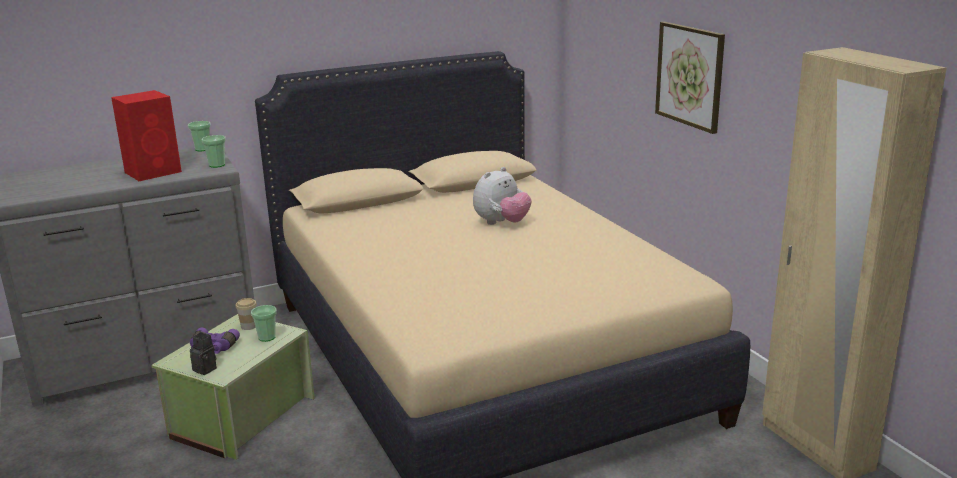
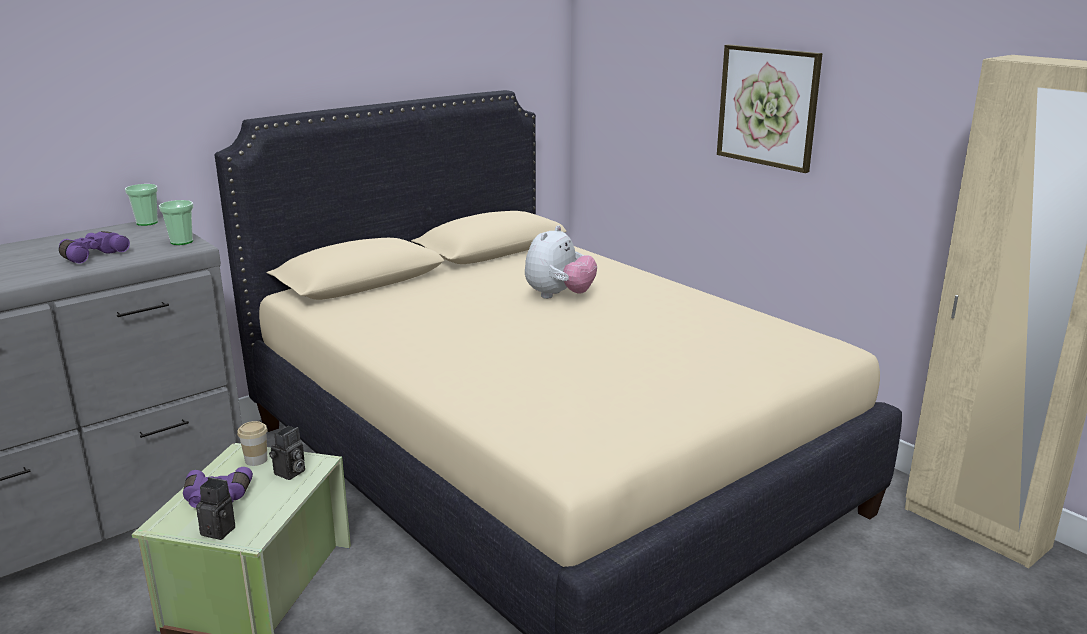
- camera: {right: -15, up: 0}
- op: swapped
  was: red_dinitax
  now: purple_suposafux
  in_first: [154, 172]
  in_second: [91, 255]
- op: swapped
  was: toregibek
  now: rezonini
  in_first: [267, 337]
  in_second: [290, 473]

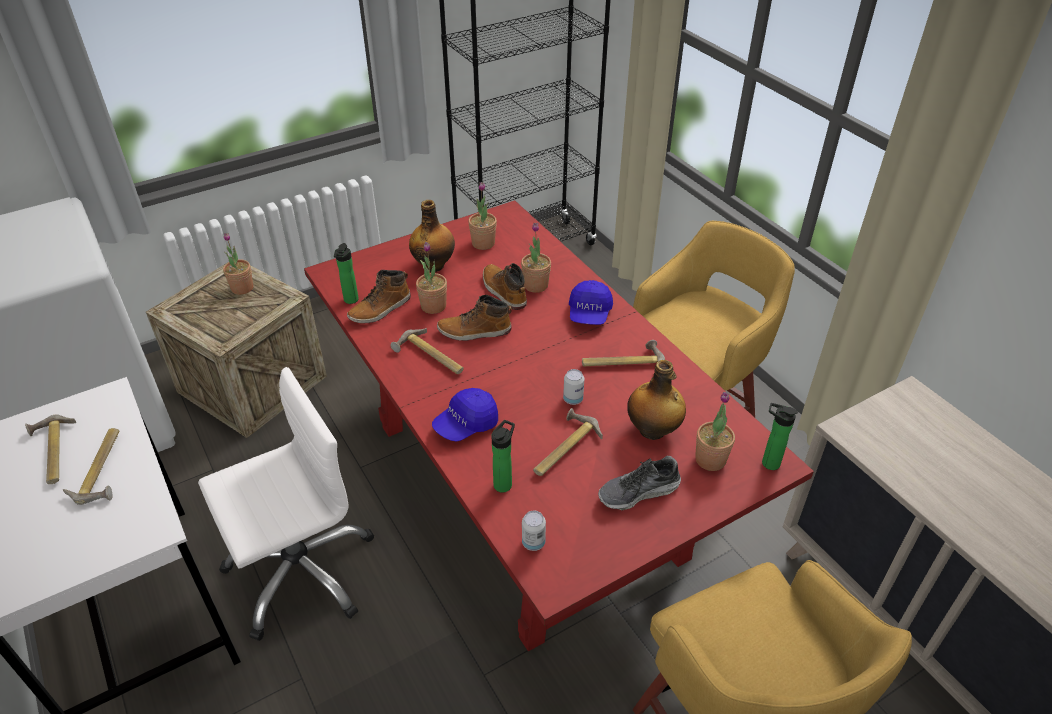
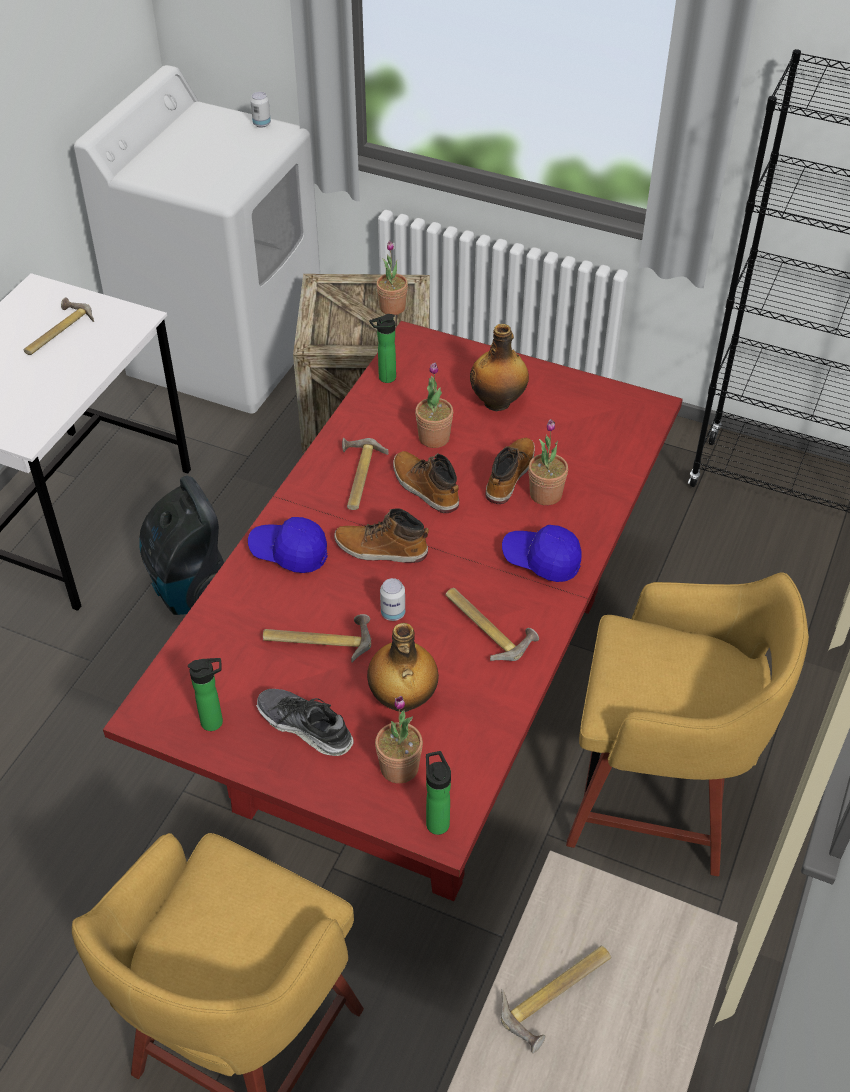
- camera: {right: 55, up: 5}
- op: shifted
  was: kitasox
  in_first: [104, 469]
  in_second: [559, 996]
- op: swapped
  was: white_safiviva
  now: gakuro
  in_first: [300, 571]
  in_second: [191, 589]
- op: shifted
  was: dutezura
  in_first: [380, 309]
  in_second: [381, 550]
- op: gone
  was: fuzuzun
  in_first: [483, 243]
- op: shifted
  was: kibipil
  in_first: [504, 483]
  in_second: [215, 722]
- op: shifted
  was: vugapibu
  in_first: [533, 543]
  in_second: [261, 124]
- op: rotated
  was: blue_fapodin
  in_first: [589, 314]
  in_second: [541, 561]
  clockwise: 45

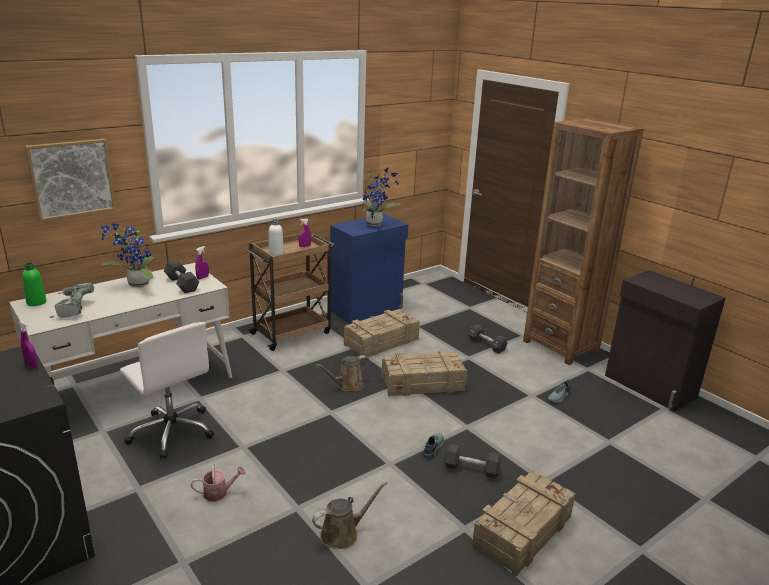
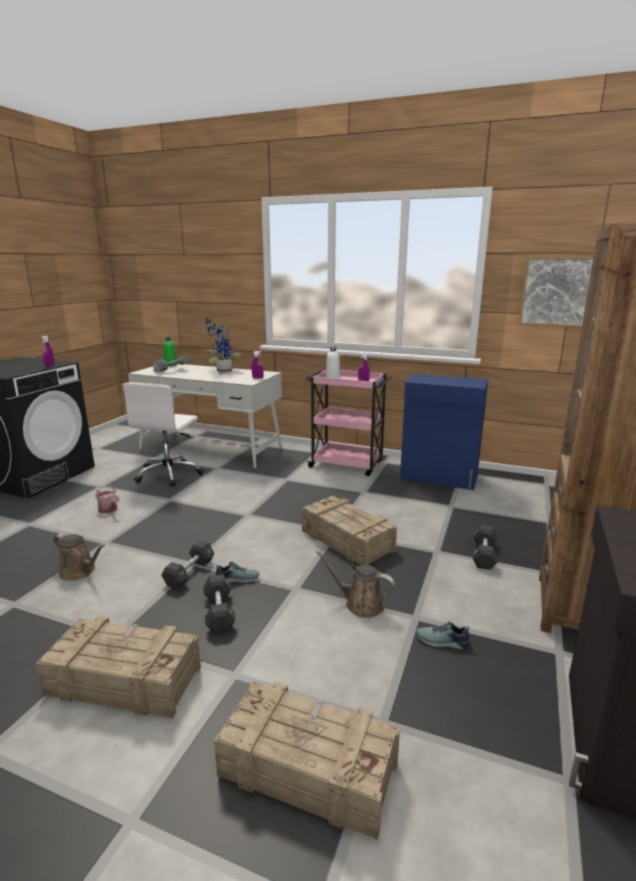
- camera: {right: 60, up: -5}
- op: shifted
  was: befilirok
  in_first: [72, 179]
  in_second: [557, 291]
- op: shifted
  was: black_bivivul
  in_first: [182, 284]
  in_second: [189, 573]
- op: repainted
  was: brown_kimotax
  now: pink_kimotax
  in_first: [292, 333]
  in_second: [347, 464]
- op: shifted
  was: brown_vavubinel
  in_first: [347, 385]
  in_second: [360, 604]
- op: shifted
  was: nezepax
  in_first: [380, 342]
  in_second: [307, 768]
- op: gone
  was: fuzuzun
  in_first: [376, 224]

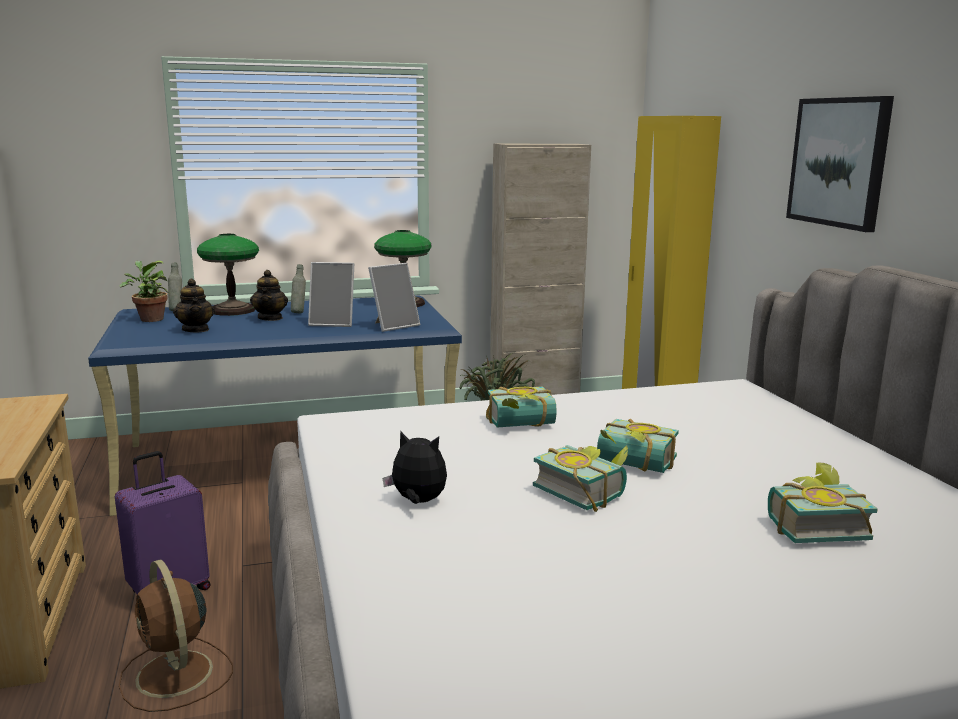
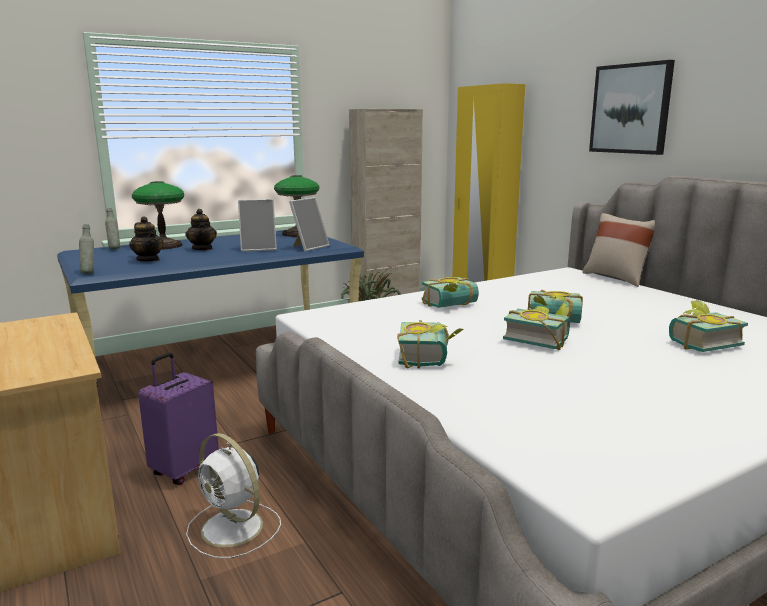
- camera: {right: -15, up: 0}
- op: repainted
  was: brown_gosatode
  now: white_gosatode
  in_first: [175, 676]
  in_second: [234, 529]
- op: gone
  was: fuzuzun
  in_first: [150, 319]
- op: shifted
  was: grey_kibipil
  in_first: [299, 312]
  in_second: [89, 273]
- op: swapped
  was: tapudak
  now: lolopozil
  in_first: [418, 502]
  in_second: [429, 358]
- op: new
  now: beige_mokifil
  in_second: [617, 278]

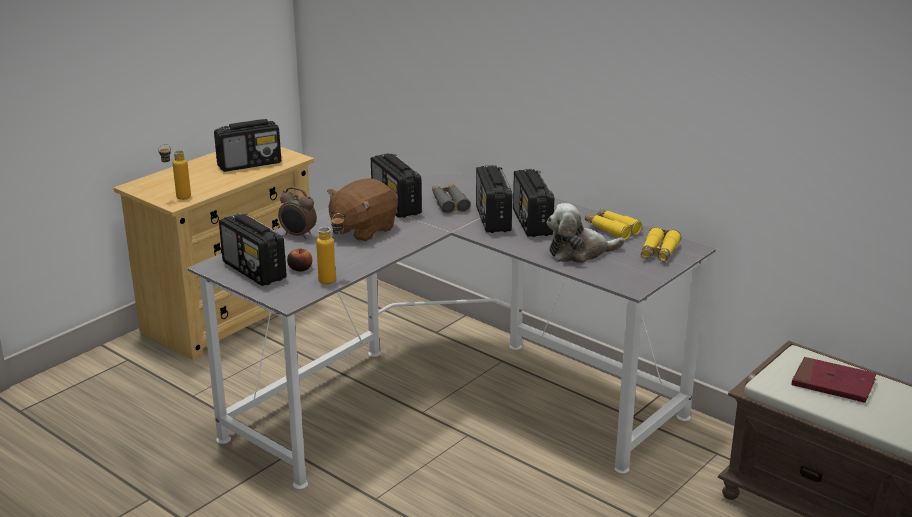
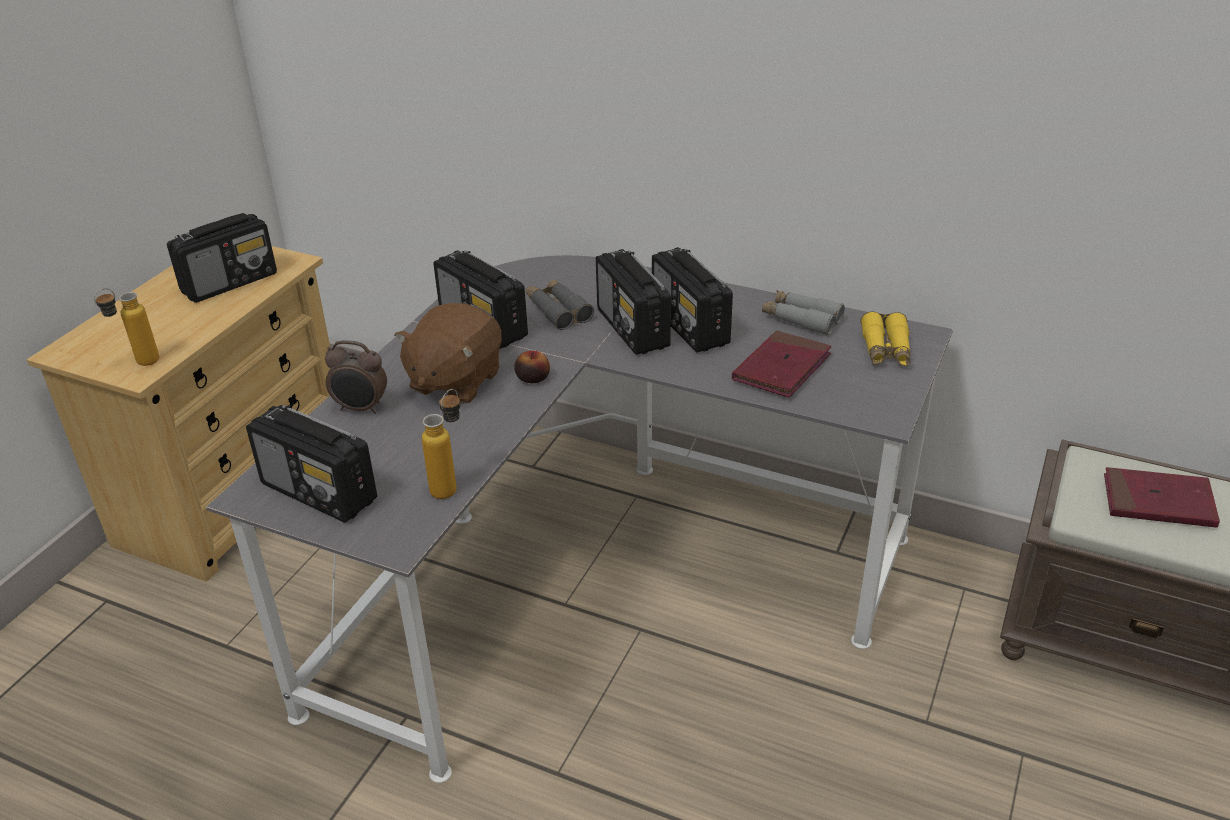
- camera: {right: -15, up: 10}
- op: shifted
  was: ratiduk
  in_first: [300, 268]
  in_second: [533, 378]
- op: swapped
  was: tapudak
  now: red_lolopozil
  in_first: [579, 252]
  in_second: [782, 368]
- op: repainted
  was: yellow_suposafux
  now: grey_suposafux
  in_first: [611, 229]
  in_second: [801, 319]

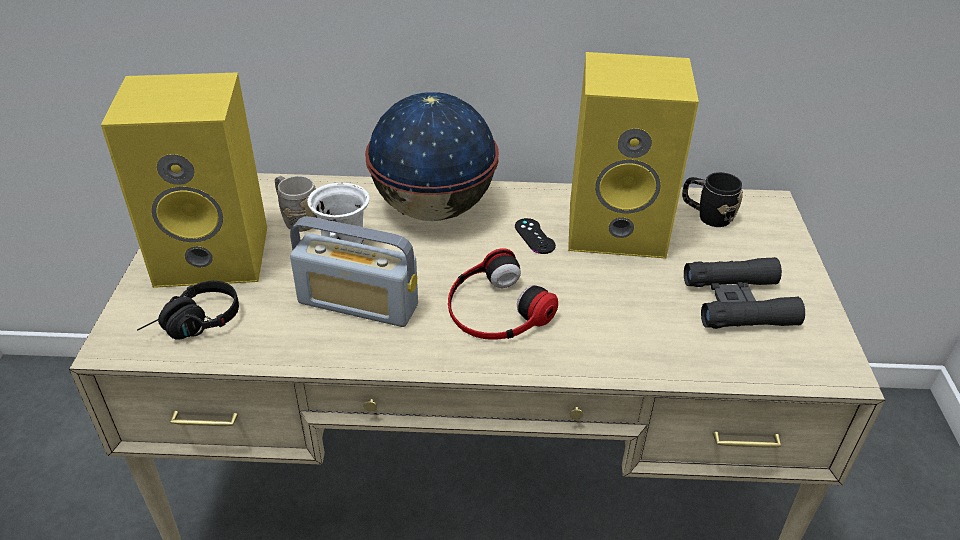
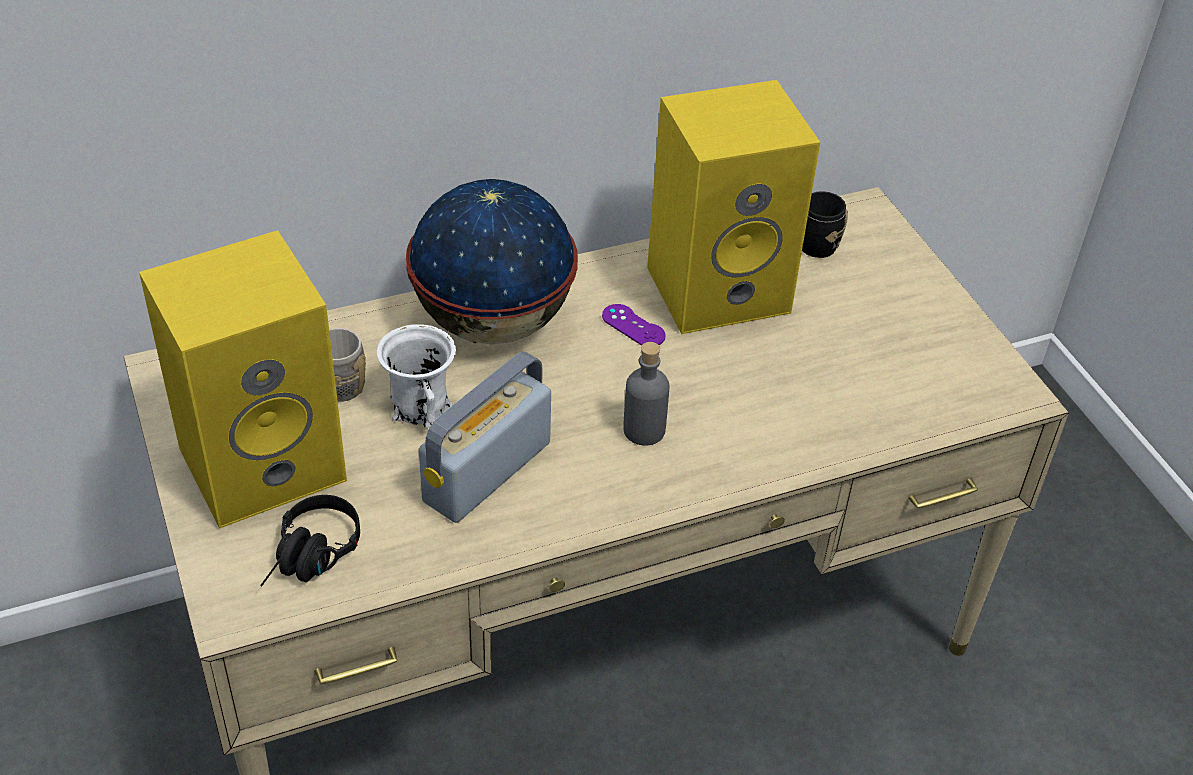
- camera: {right: -25, up: 5}
- op: rotated
  was: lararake
  in_first: [358, 304]
  in_second: [487, 472]
  clockwise: 135
- op: swapped
  was: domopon
  now: grey_kibipil
  in_first: [495, 308]
  in_second: [644, 430]
- op: repainted
  was: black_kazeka
  now: purple_kazeka
  in_first: [534, 236]
  in_second: [633, 326]
- op: gone
  was: black_suposafux
  in_first: [738, 302]

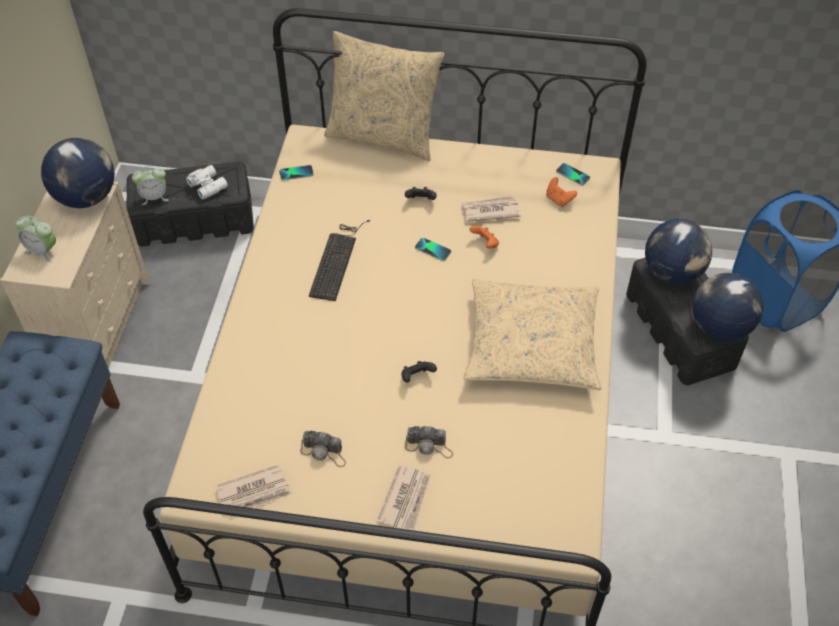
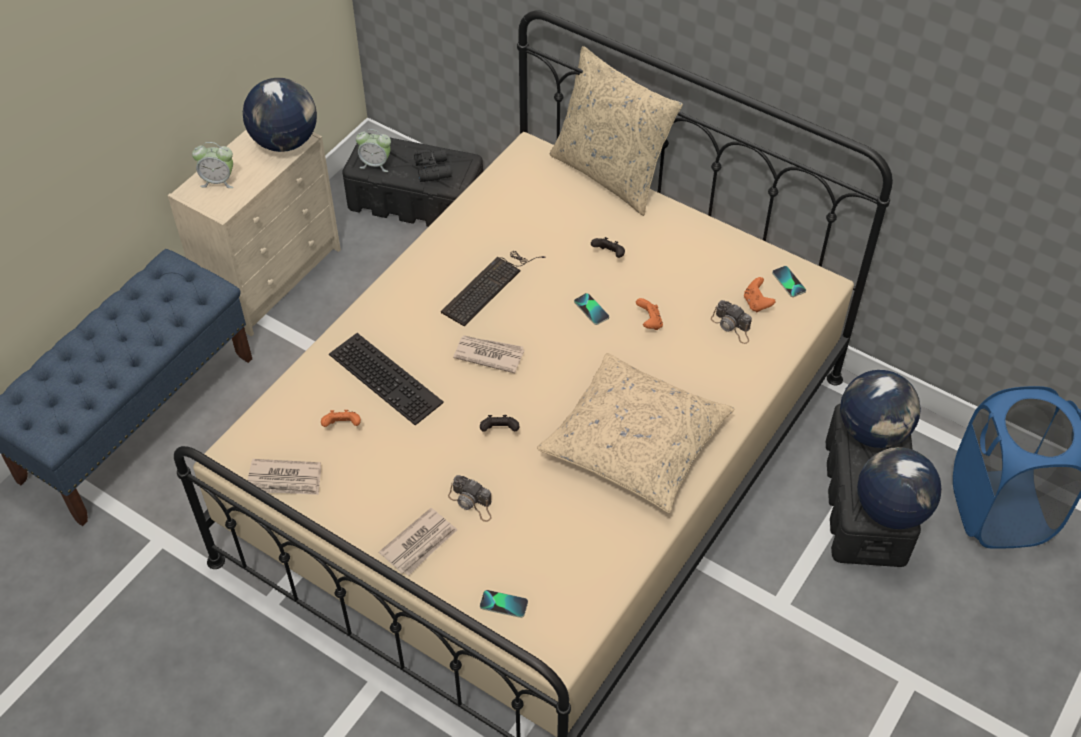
- camera: {right: 25, up: 0}
- op: rotated
  was: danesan
  in_first: [42, 251]
  in_second: [218, 181]
  clockwise: -45
- op: repainted
  was: white_suposafux
  now: black_suposafux
  in_first: [208, 185]
  in_second: [433, 169]
- op: shifted
  was: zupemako
  in_first: [296, 173]
  in_second: [504, 604]
- op: shifted
  was: rezonini
  in_first: [324, 453]
  in_second: [732, 326]
- op: shifted
  was: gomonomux
  in_first: [489, 211]
  in_second: [488, 354]
- op: new
  now: orange_kazeka
  in_second: [342, 426]
- op: new
  now: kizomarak
  in_second: [388, 377]

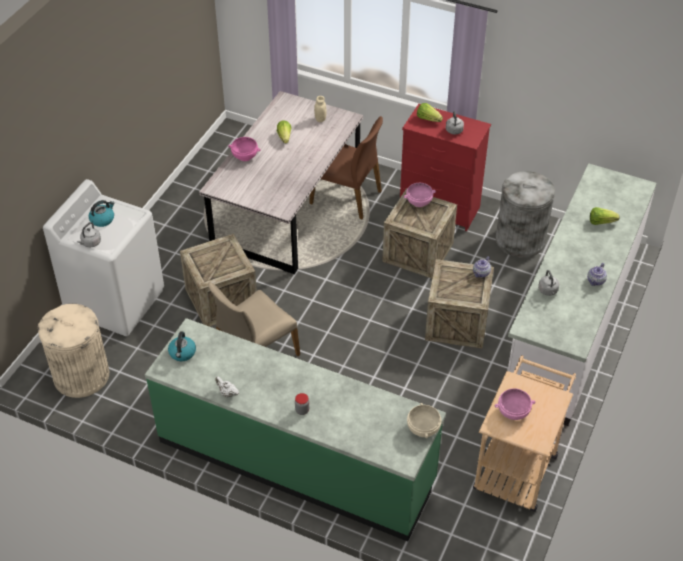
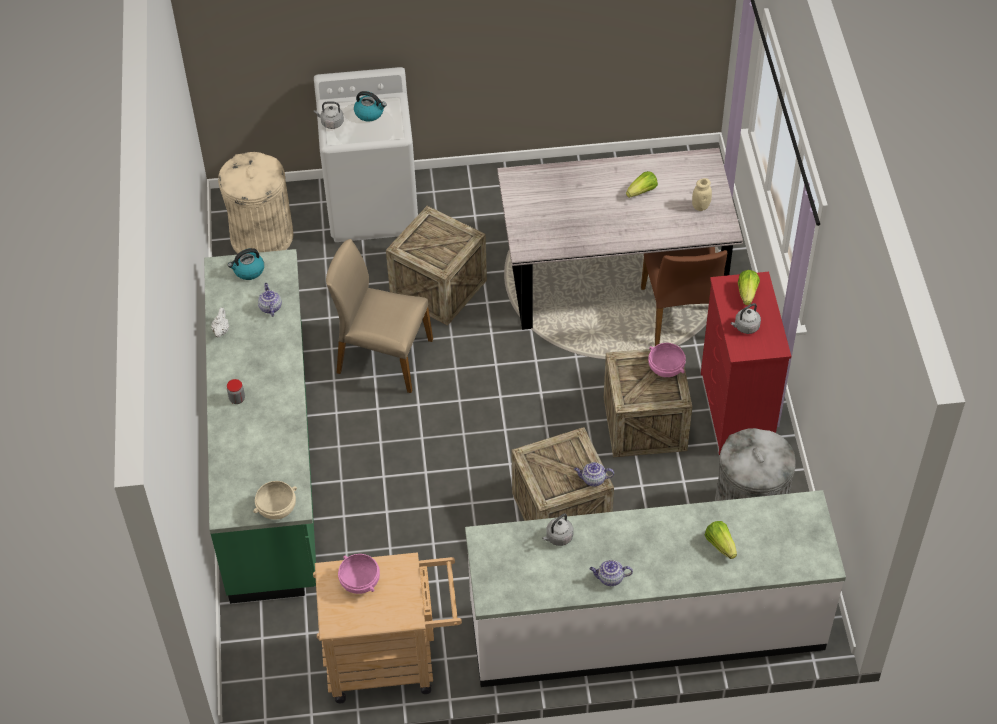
- camera: {right: 60, up: 5}
- op: gone
  was: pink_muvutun
  in_first: [245, 156]
- op: new
  now: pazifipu
  in_second: [270, 307]

